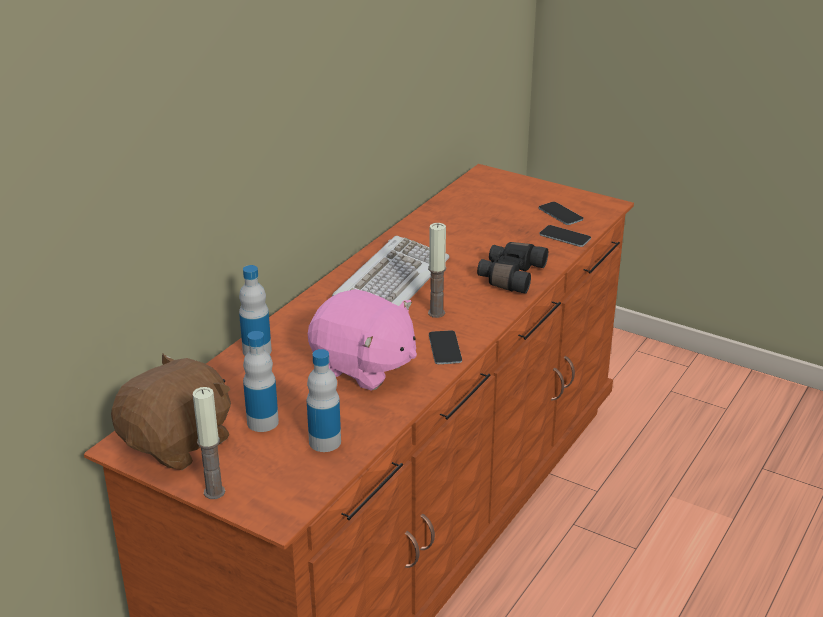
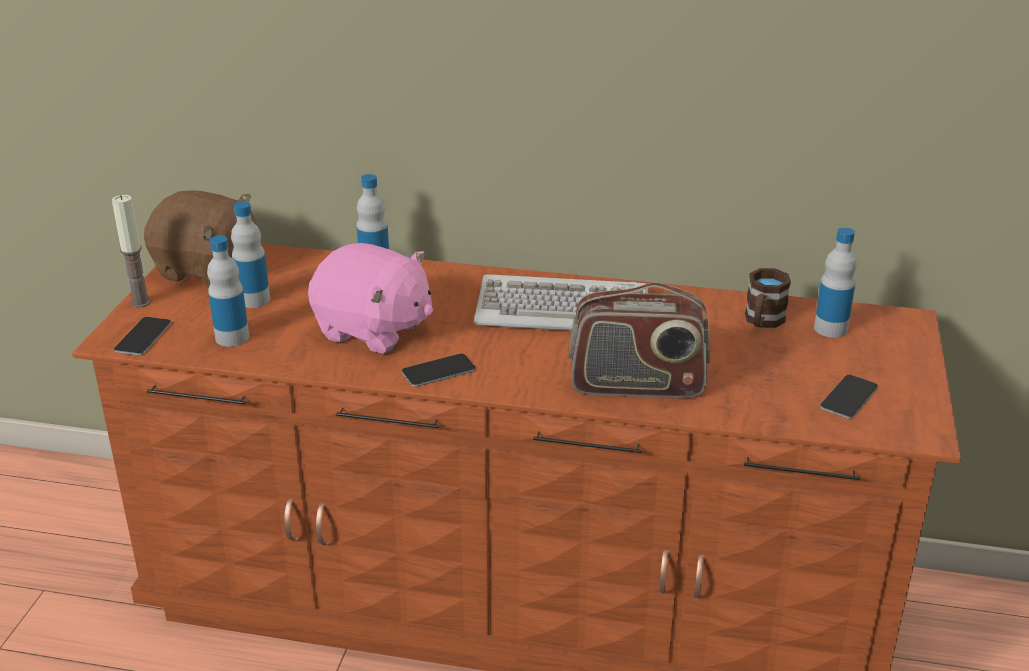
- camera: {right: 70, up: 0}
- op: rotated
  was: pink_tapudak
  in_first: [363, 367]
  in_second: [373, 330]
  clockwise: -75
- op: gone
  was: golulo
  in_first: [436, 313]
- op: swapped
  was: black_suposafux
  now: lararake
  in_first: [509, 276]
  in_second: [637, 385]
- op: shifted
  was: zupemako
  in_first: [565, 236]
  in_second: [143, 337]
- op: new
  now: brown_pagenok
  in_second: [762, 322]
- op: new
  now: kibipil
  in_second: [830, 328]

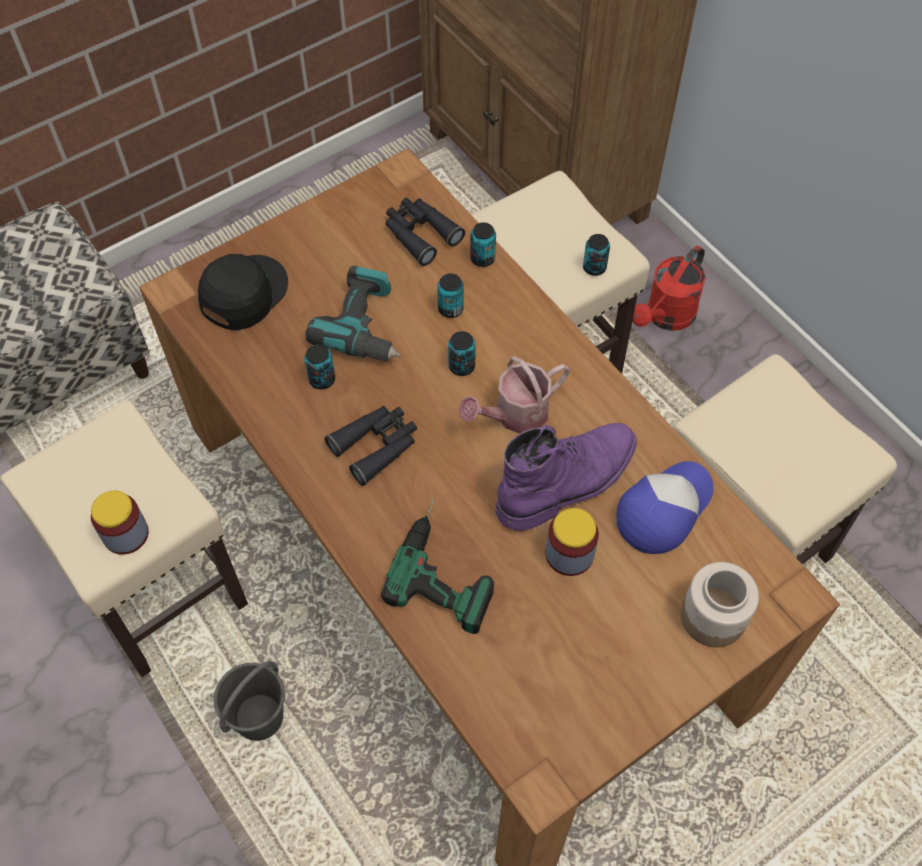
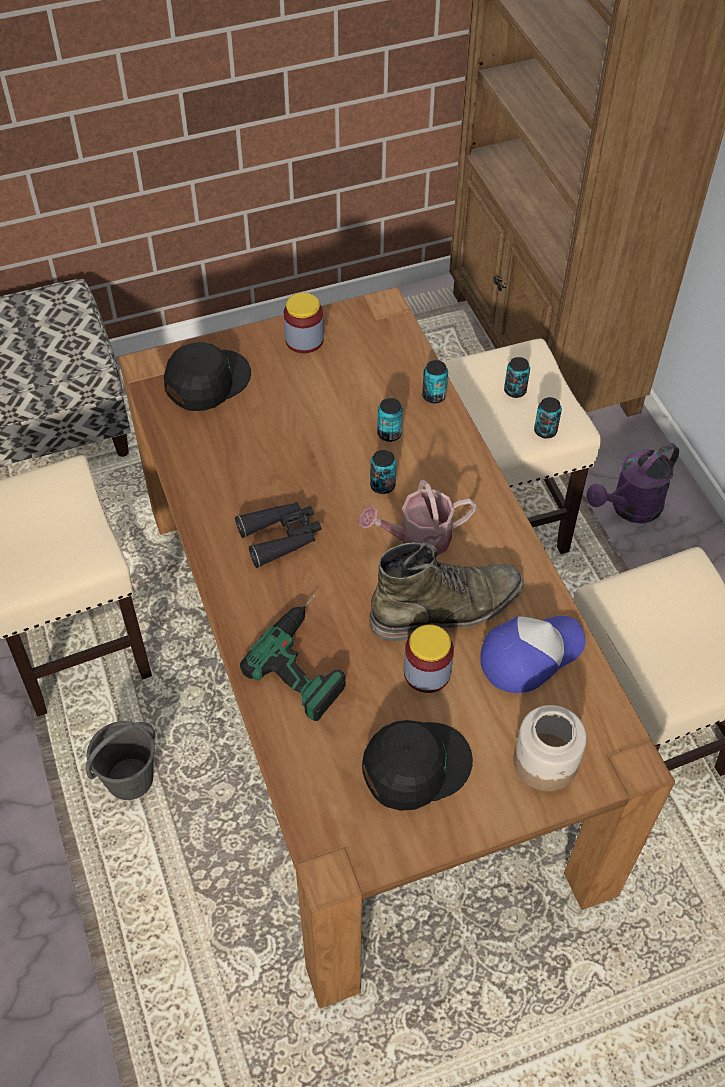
- camera: {right: 15, up: -5}
- op: shifted
  was: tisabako
  in_first: [126, 534]
  in_second: [304, 340]
- op: shifted
  was: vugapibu
  in_first: [322, 379]
  in_second: [515, 391]
- op: gone
  was: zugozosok
  in_first: [364, 326]
- op: gone
  was: black_suposafux
  in_first: [420, 234]
- op: repainted
  was: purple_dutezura
  now: green_dutezura
  in_first: [567, 481]
  in_second: [447, 608]
- op: repainted
  was: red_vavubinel
  now: purple_vavubinel
  in_first: [666, 317]
  in_second: [629, 508]
- op: new
  now: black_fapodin
  in_second: [415, 765]

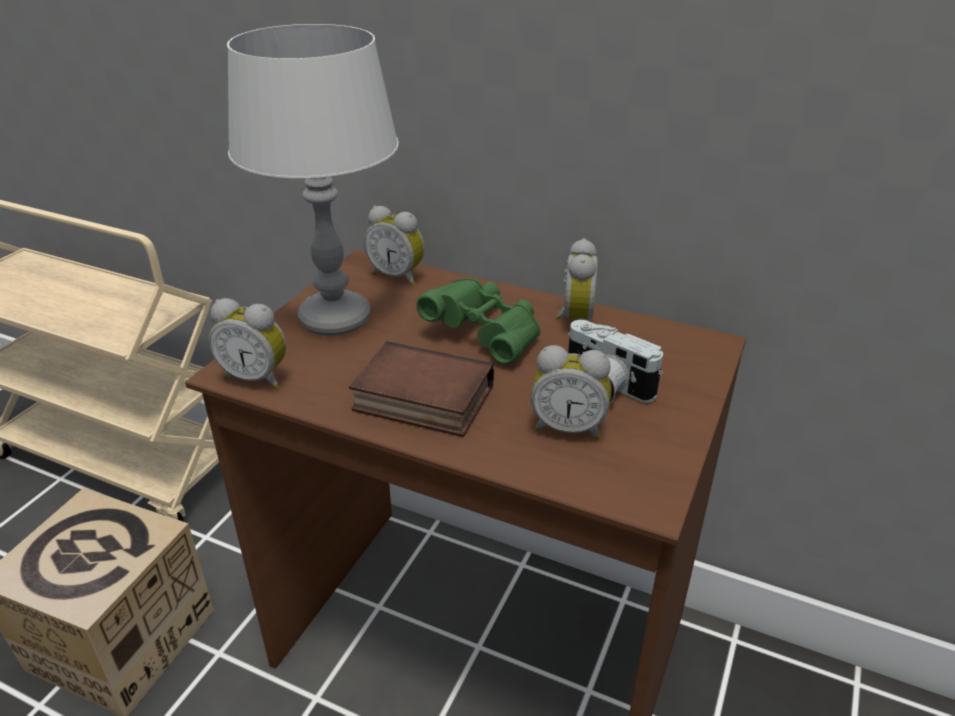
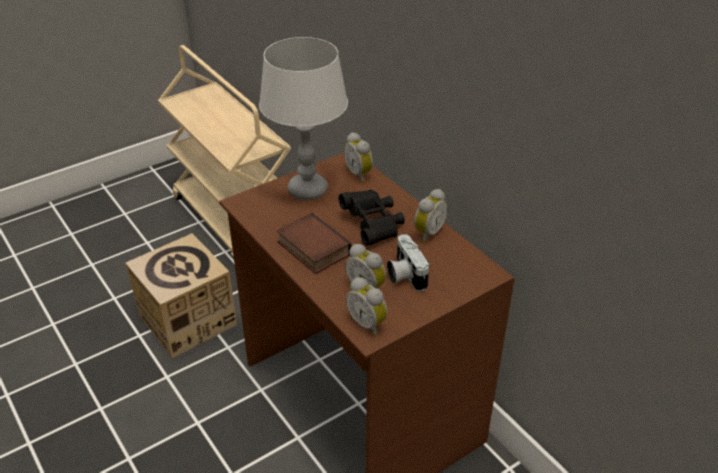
- camera: {right: 30, up: 5}
- op: shifted
  was: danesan
  in_first: [257, 377]
  in_second: [368, 323]
- op: repainted
  was: green_suposafux
  now: black_suposafux
  in_first: [486, 335]
  in_second: [373, 225]

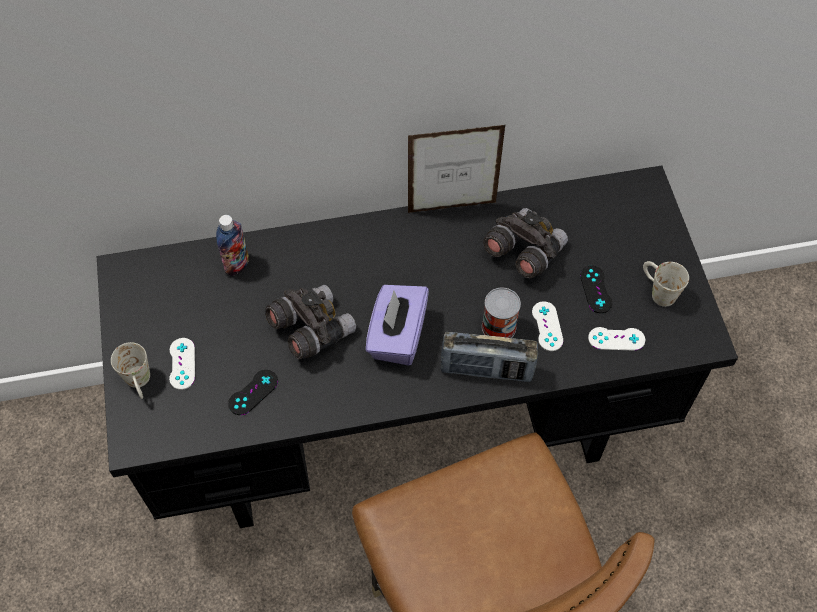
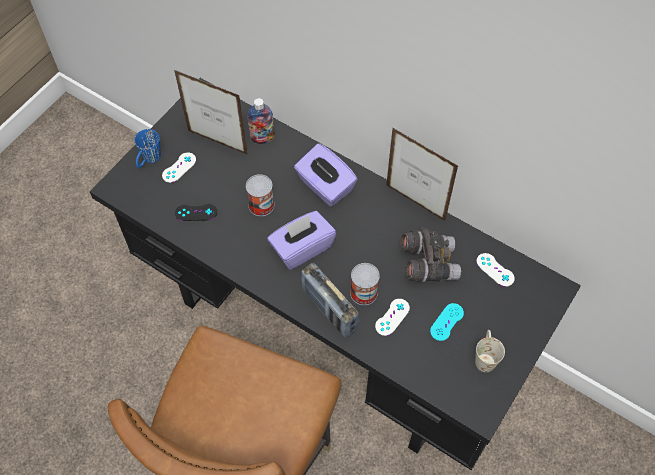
- camera: {right: 45, up: 0}
- op: repainted
  was: white_pagenok
  now: blue_pagenok
  in_first: [140, 384]
  in_second: [149, 160]
- op: swapped
  was: grey_suposafux
  now: vugapibu
  in_first: [311, 329]
  in_second: [261, 205]
- op: repainted
  was: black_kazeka
  now: turquoise_kazeka
  in_first: [596, 289]
  in_second: [447, 322]
- op: shifted
  was: white_kazeka
  in_first: [616, 339]
  in_second: [495, 270]
- op: new
  now: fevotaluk
  in_second: [217, 142]
- op: new
  now: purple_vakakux
  in_second: [325, 186]

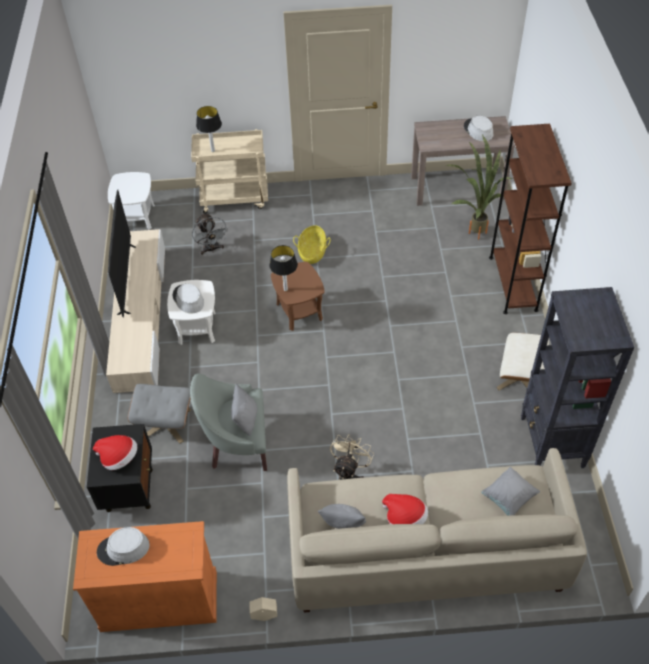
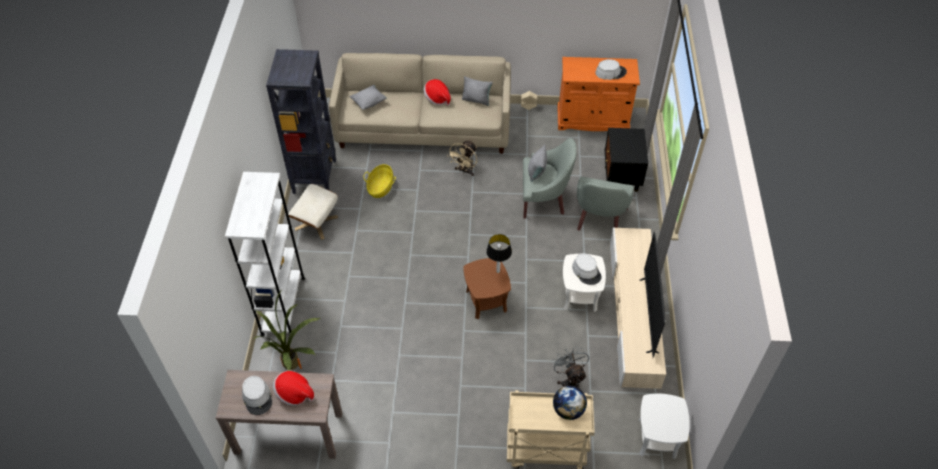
- camera: {right: -175, up: 0}
- op: shifted
  was: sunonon
  in_first: [119, 458]
  in_second: [294, 393]
- op: swapped
  was: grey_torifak
  now: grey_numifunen
  in_first: [166, 423]
  in_second: [599, 219]
- op: swapped
  was: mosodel
  now: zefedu
  in_first: [212, 151]
  in_second: [568, 410]
- op: shifted
  was: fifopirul
  in_first: [312, 252]
  in_second: [380, 188]
- op: repainted
  was: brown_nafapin
  now: white_nafapin
  in_first: [513, 283]
  in_second: [283, 306]

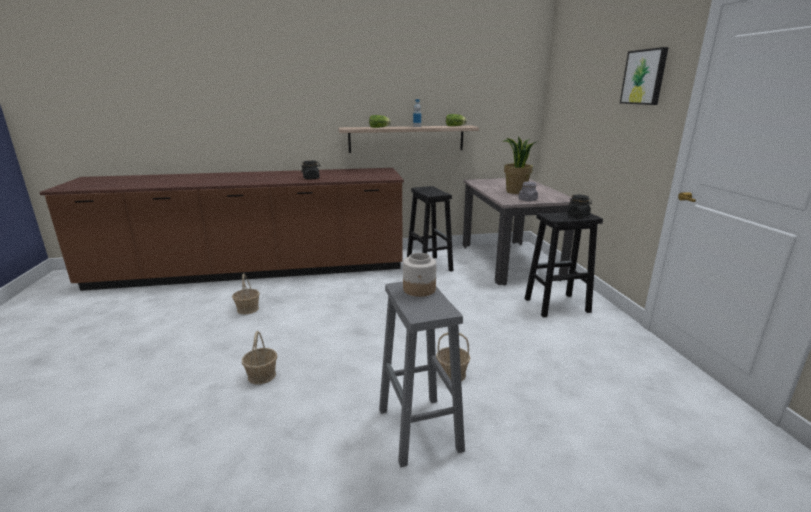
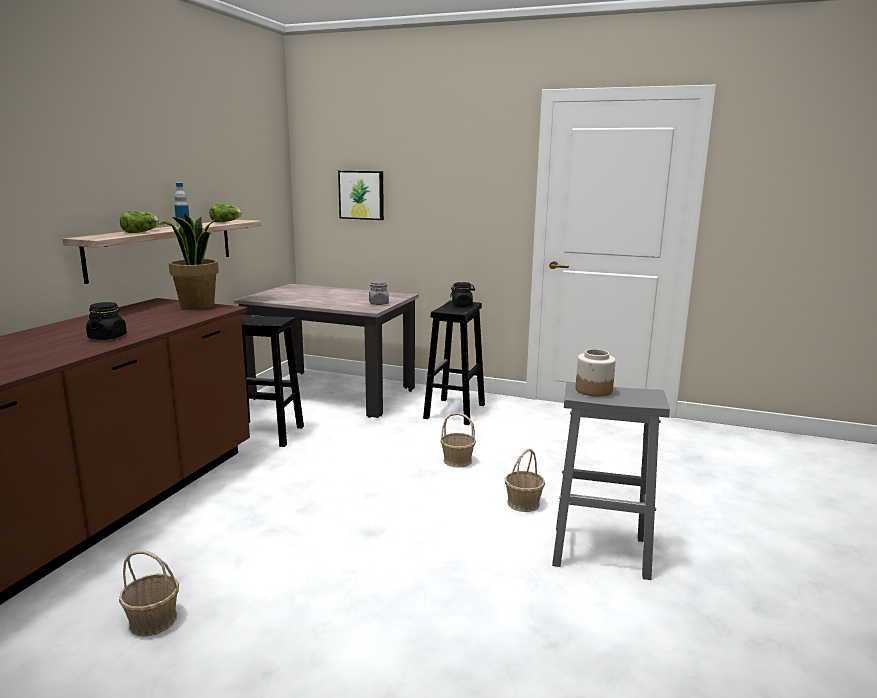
- camera: {right: -60, up: -5}
- op: shifted
  was: fifopirul
  in_first: [262, 375]
  in_second: [457, 461]
- op: shifted
  was: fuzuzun
  in_first: [516, 192]
  in_second: [197, 306]
- op: shifted
  was: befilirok
  in_first: [644, 77]
  in_second: [362, 195]

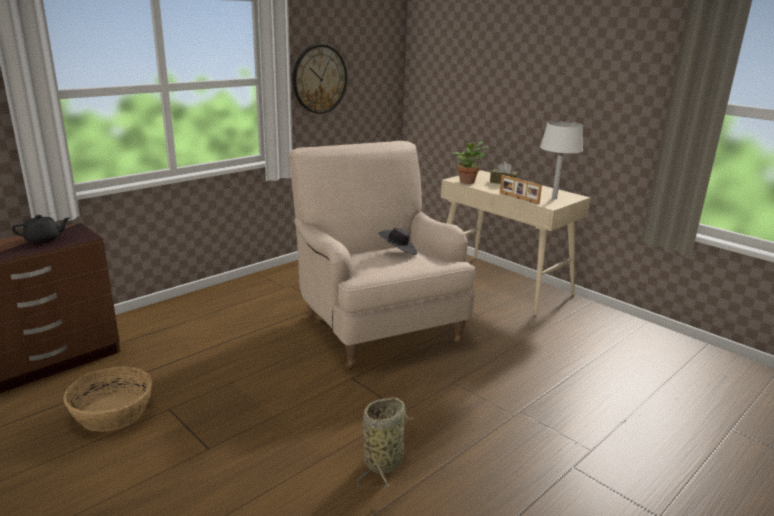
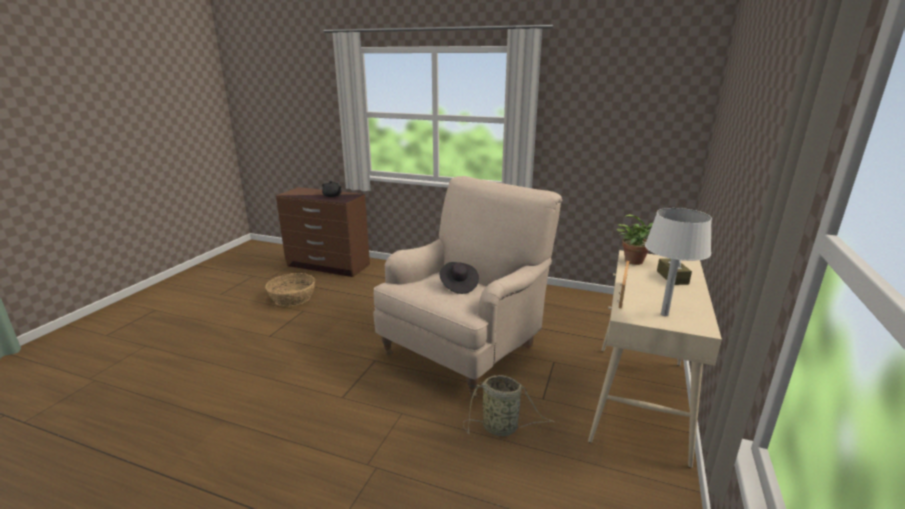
- camera: {right: 65, up: 0}
- op: gone
  was: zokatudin
  in_first: [319, 79]
- op: shifted
  was: fifopirul
  in_first: [385, 461]
  in_second: [502, 428]

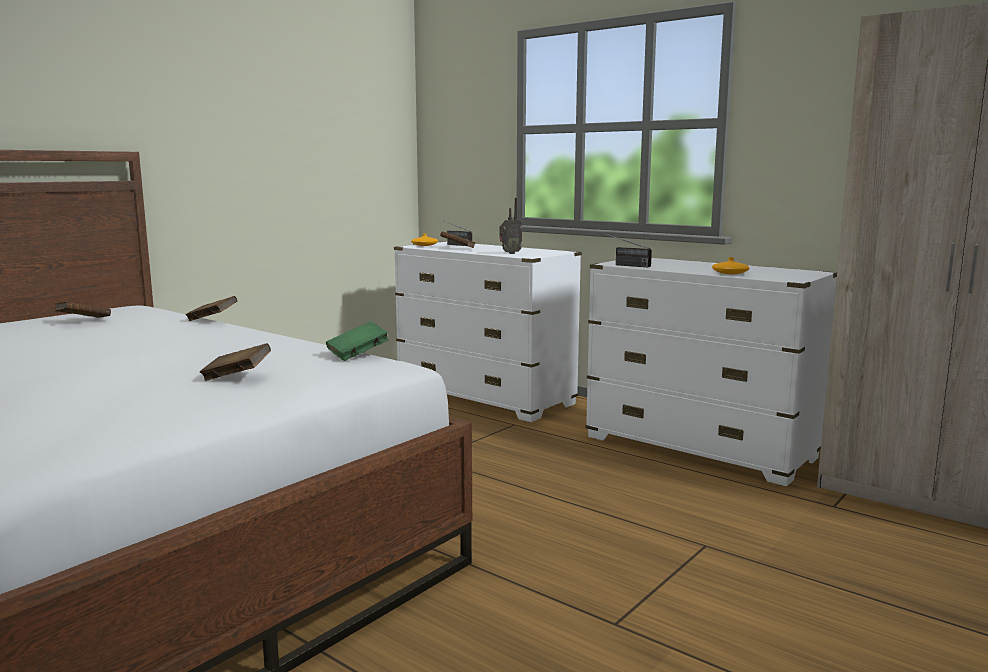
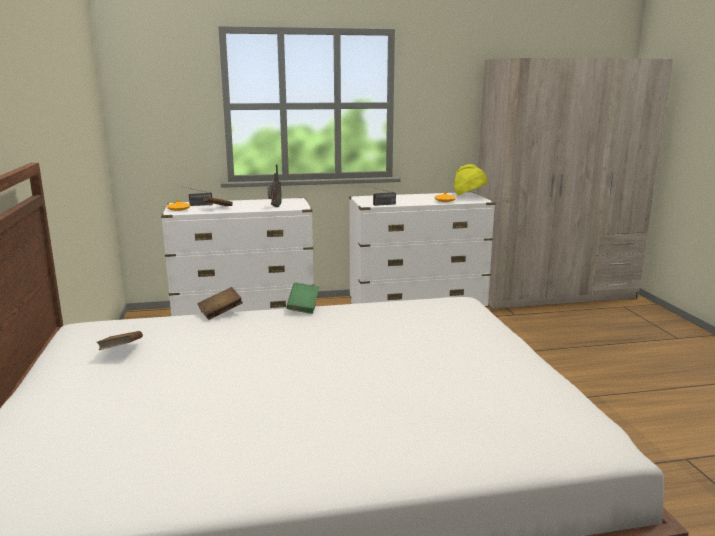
- camera: {right: -50, up: 5}
- op: gone
  was: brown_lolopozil
  in_first: [237, 377]
- op: shifted
  was: green_lolopozil
  in_first: [358, 354]
  in_second: [303, 307]
- op: new
  now: yellow_sunonon
  in_second: [469, 196]

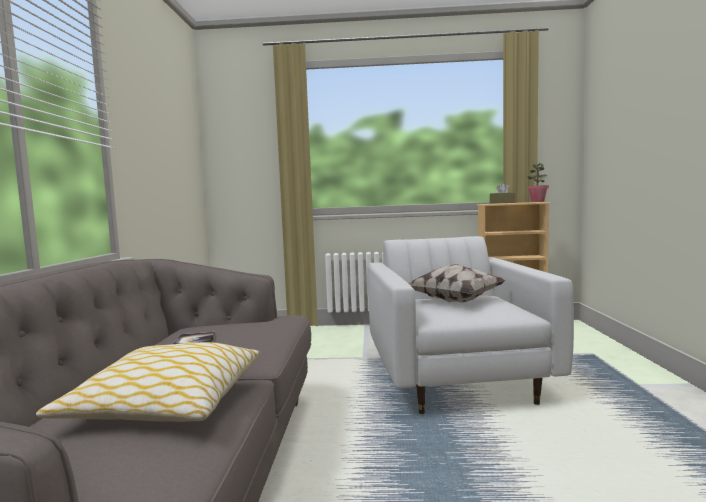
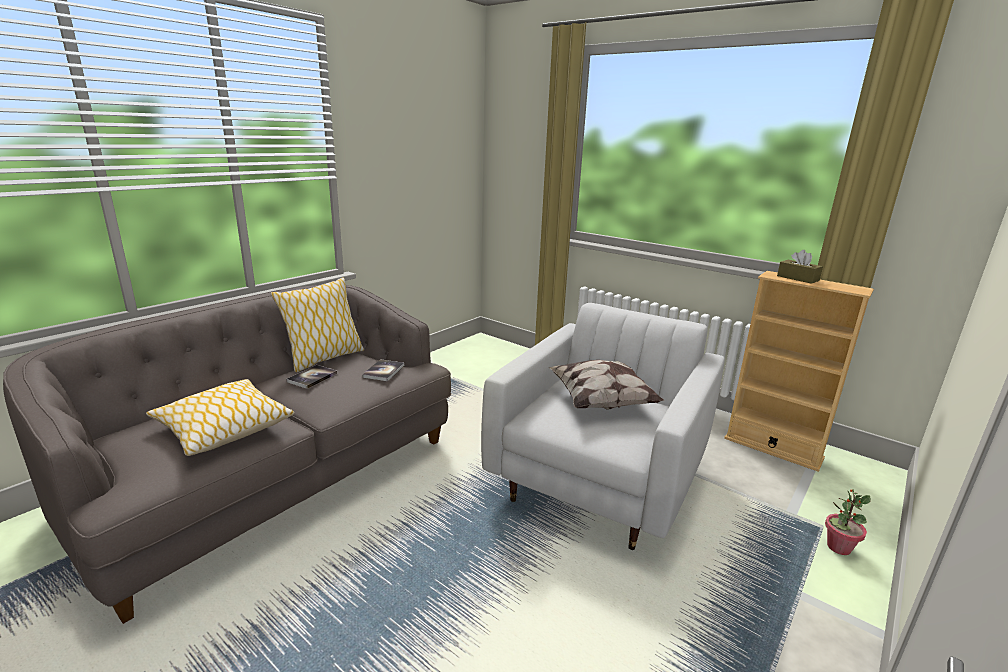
- camera: {right: 35, up: 15}
- op: shifted
  was: fuzuzun
  in_first: [537, 201]
  in_second: [838, 547]
- op: new
  now: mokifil
  in_second: [324, 358]
- op: new
  now: lolopozil
  in_second: [383, 371]

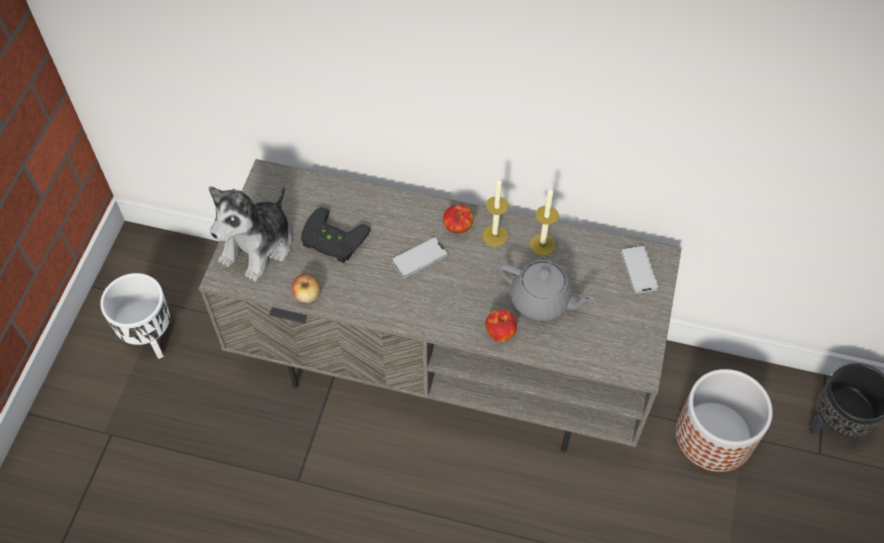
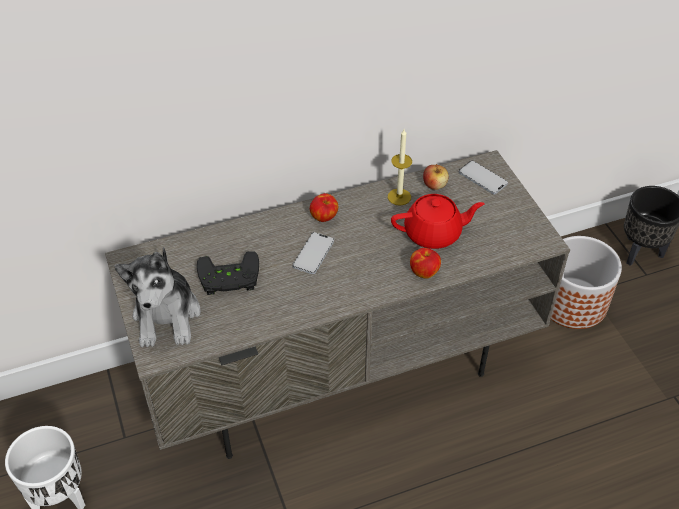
- camera: {right: -35, up: -10}
- op: shifted
  was: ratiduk
  in_first: [307, 295]
  in_second: [434, 185]
- op: gone
  was: golulo
  in_first: [494, 235]
- op: repainted
  was: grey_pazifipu
  now: red_pazifipu
  in_first: [542, 300]
  in_second: [434, 233]

